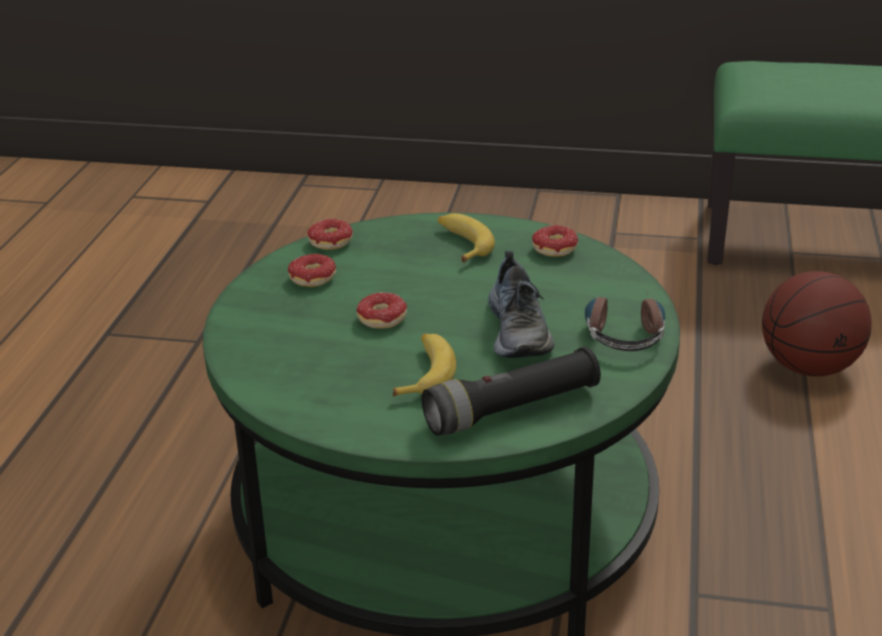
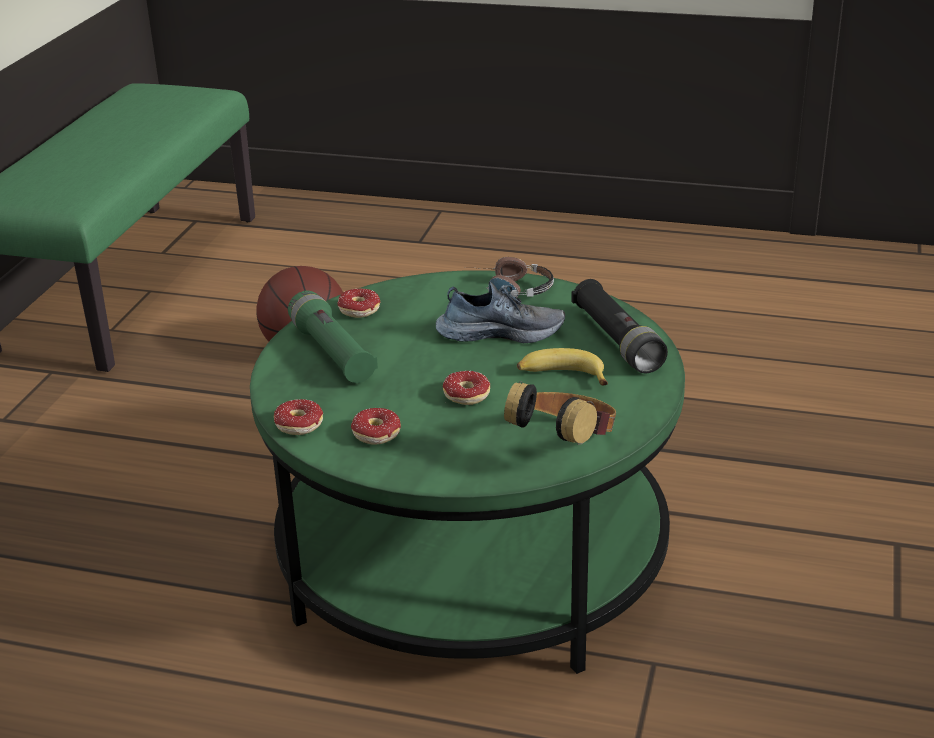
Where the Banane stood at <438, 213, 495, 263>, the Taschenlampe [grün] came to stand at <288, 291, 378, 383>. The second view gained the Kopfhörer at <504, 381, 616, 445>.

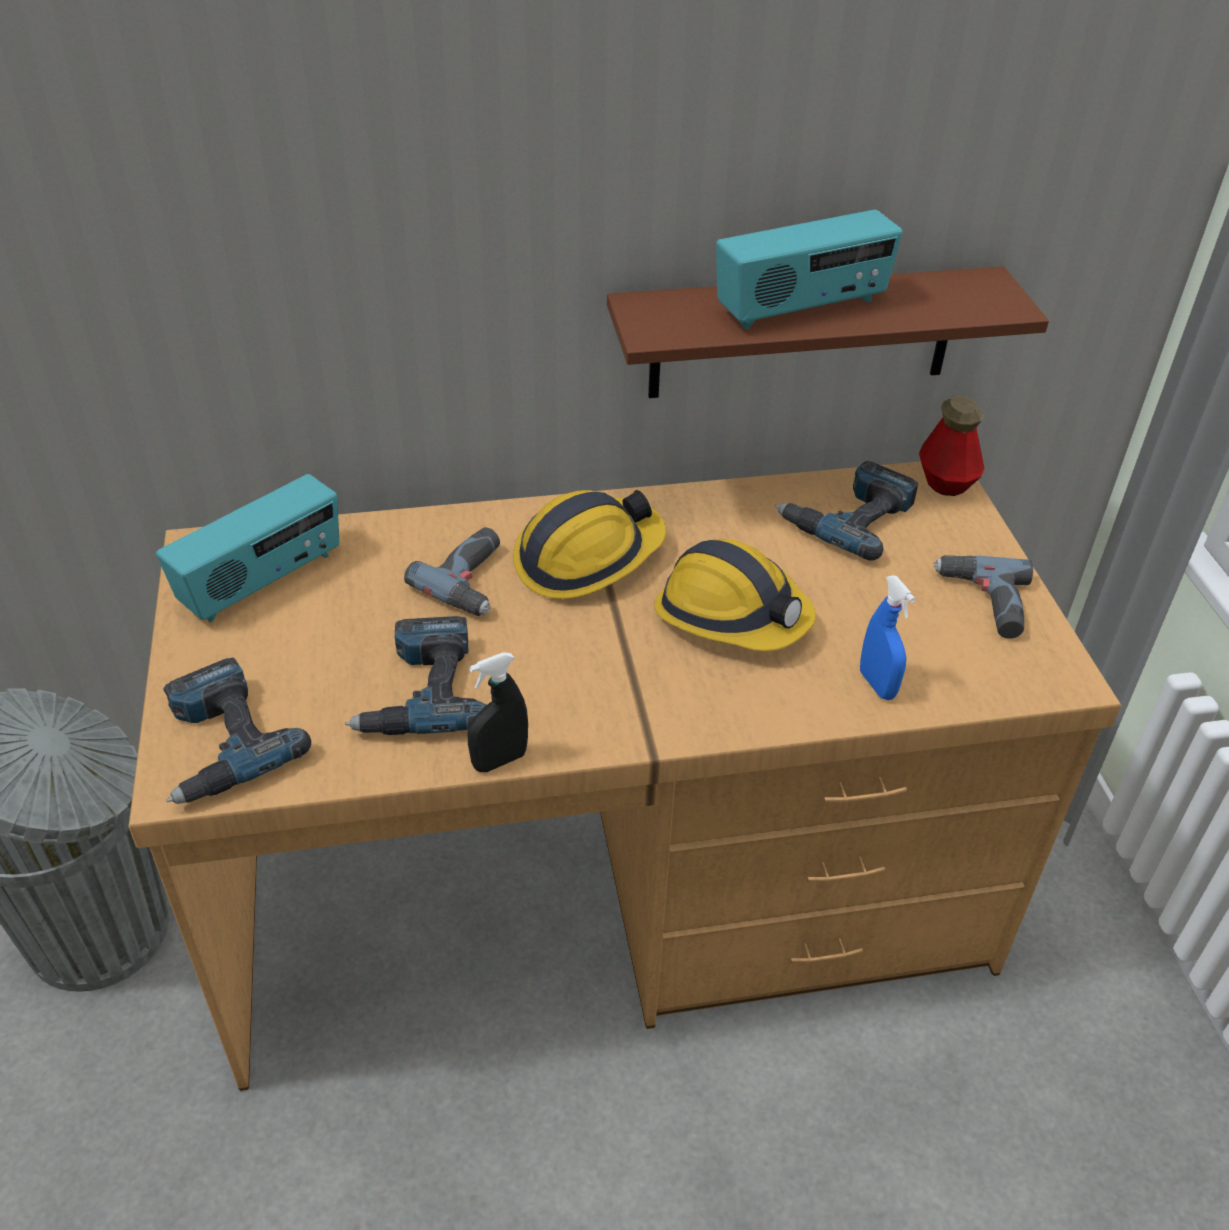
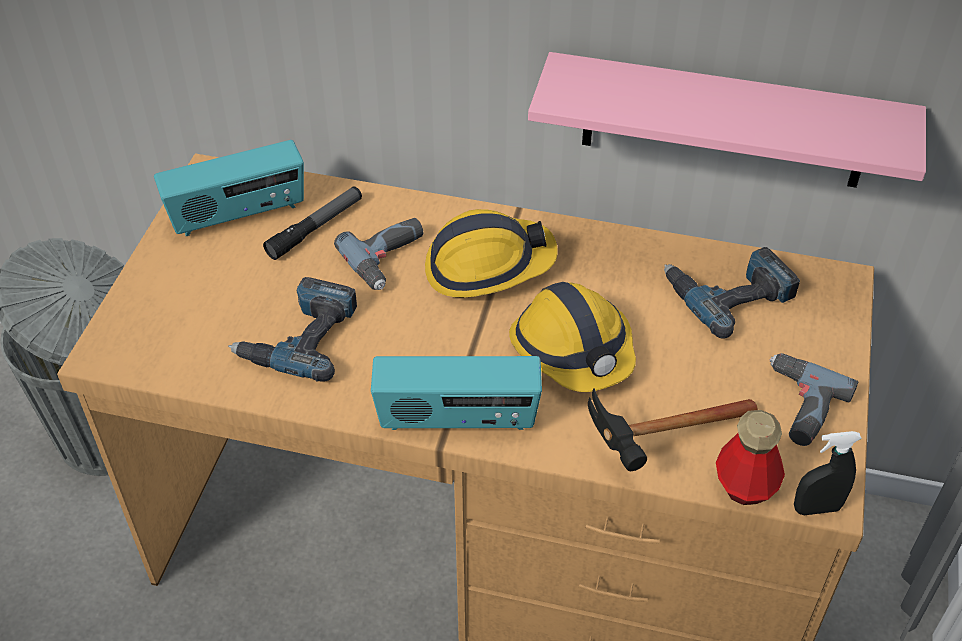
The second view lost the Bohrmaschine at <163, 658, 311, 804>. The Sprühflasche [schwarz] ended up elsewhere, having gone from <467, 652, 528, 772> to <794, 431, 861, 515>. What was the Wandregal [braun] at <607, 266, 1049, 398> turned into the Wandregal [rosa] at <528, 52, 926, 188>. The Radio ended up elsewhere, having gone from <716, 210, 903, 330> to <371, 356, 542, 430>. Where the Sprühflasche [blau] stood at <860, 575, 915, 700>, the Hammer came to stand at <588, 388, 758, 471>. The Flasche ended up elsewhere, having gone from <919, 396, 984, 496> to <716, 410, 785, 505>. The second view gained the Taschenlampe at <263, 187, 362, 260>.

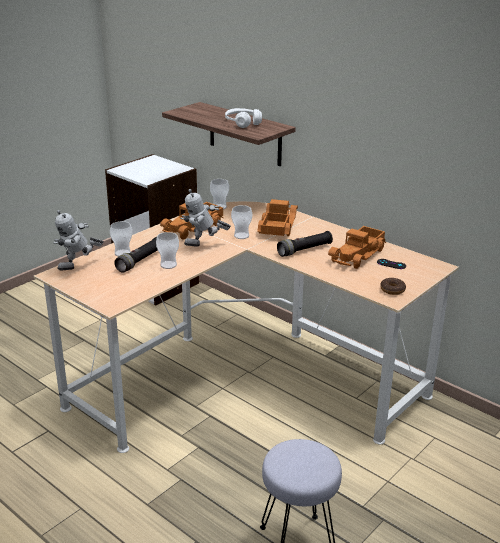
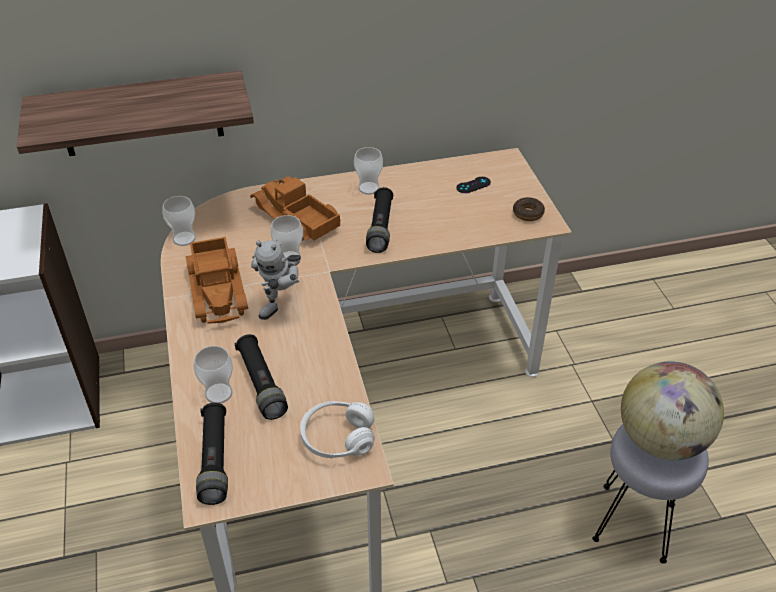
Where the Spielzeugroboter stood at <53, 210, 104, 270>, the Taschenlampe [schwarz] came to stand at <196, 403, 228, 505>. The Tasse ended up elsewhere, having gone from <156, 232, 179, 269> to <354, 147, 383, 195>. The Kopfhörer [weiß] ended up elsewhere, having gone from <225, 108, 262, 128> to <300, 401, 375, 459>. The second view lost the Spielzeuglaster at <328, 226, 386, 269>. The second view gained the Globus at <621, 362, 724, 460>.

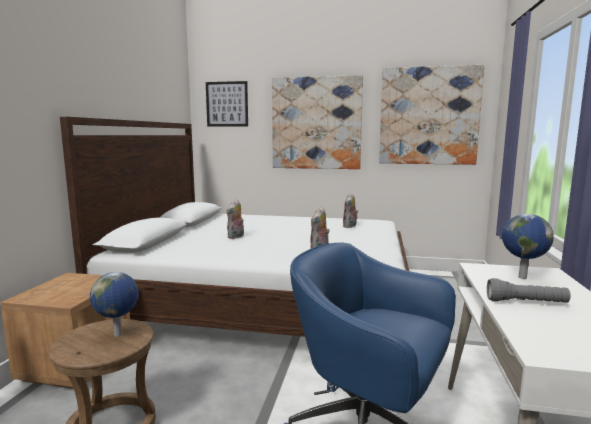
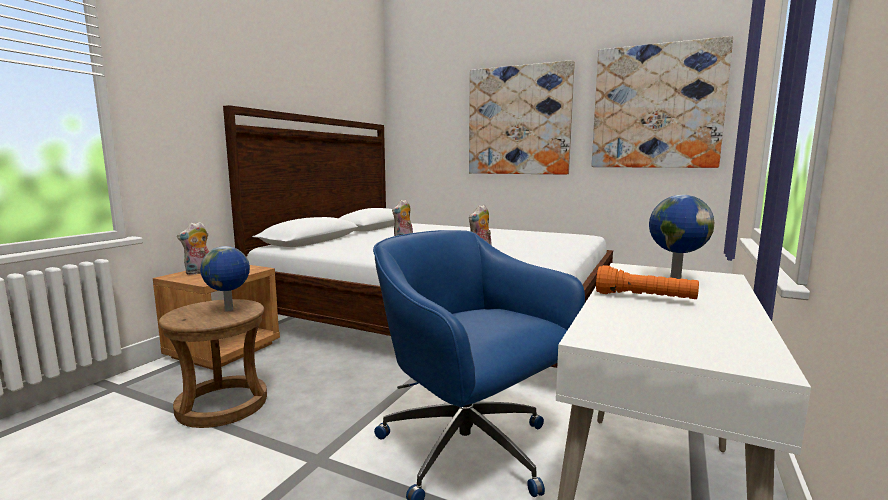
The second view lost the Bild at <206, 81, 248, 127>. The Plüschtier ended up elsewhere, having gone from <343, 193, 358, 228> to <177, 222, 209, 275>. What was the Taschenlampe [grau] at <487, 278, 571, 303> turned into the Taschenlampe [orange] at <596, 265, 699, 299>.

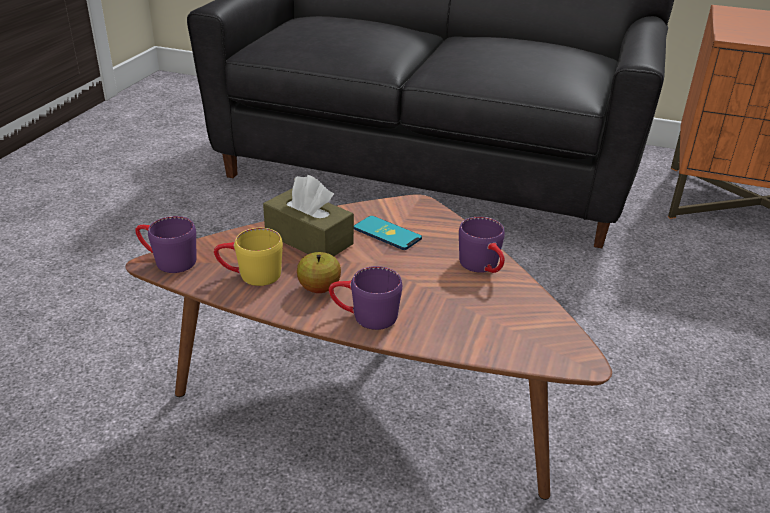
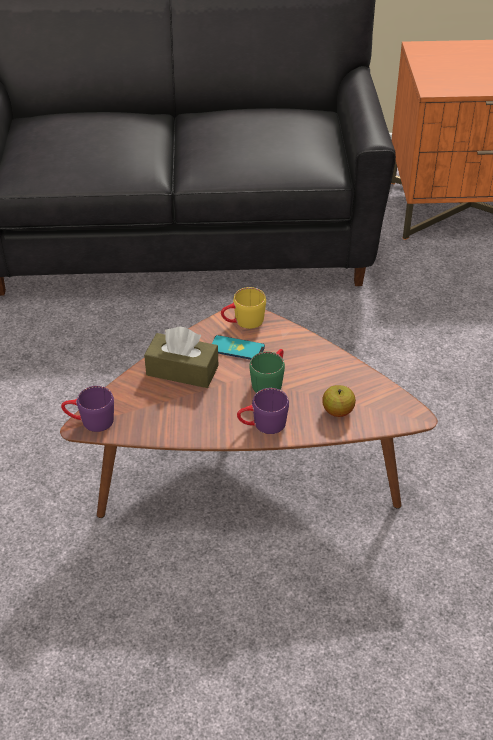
The Henkelbecher [gelb] ended up elsewhere, having gone from <214, 228, 283, 286> to <221, 287, 266, 329>. The Apfel ended up elsewhere, having gone from <297, 252, 341, 293> to <322, 385, 356, 417>. The second view lost the Henkelbecher [lila] at <459, 217, 505, 273>. The second view gained the Henkelbecher [grün] at <249, 349, 285, 393>.

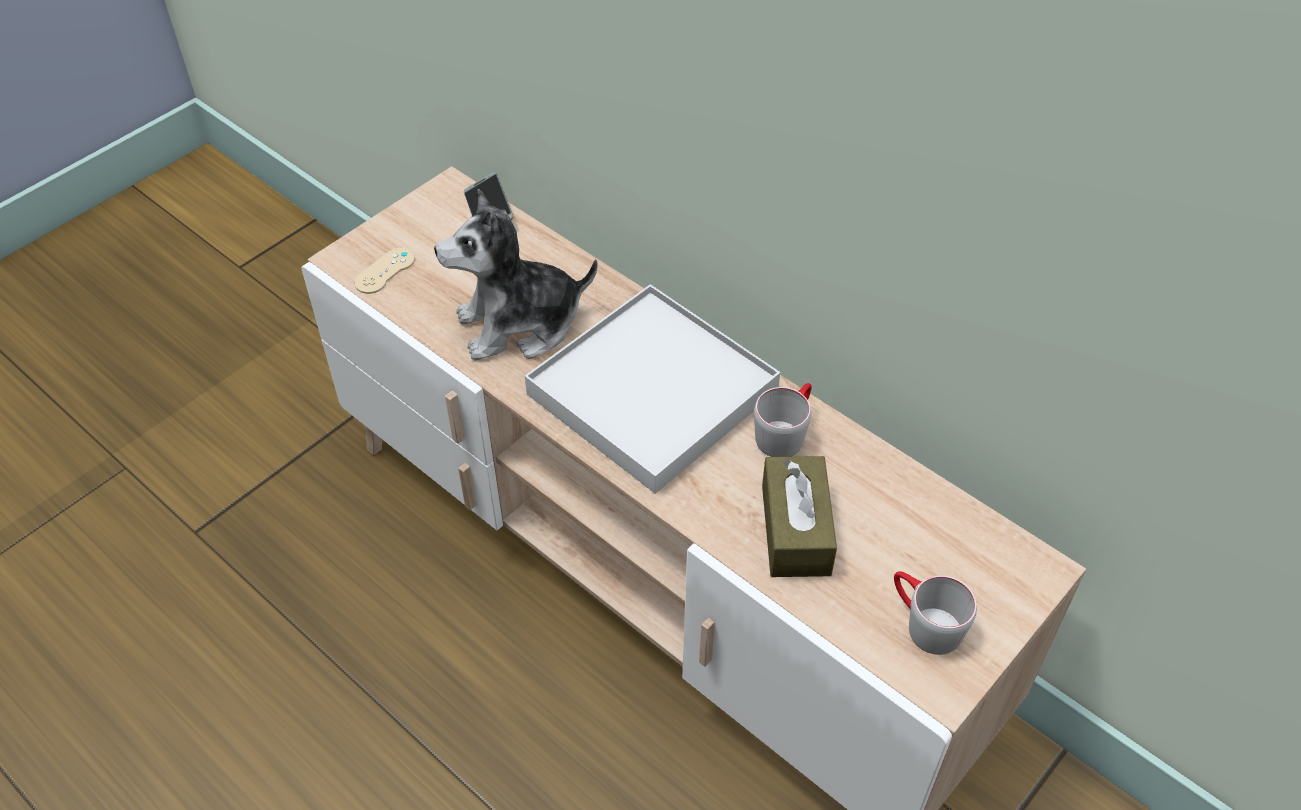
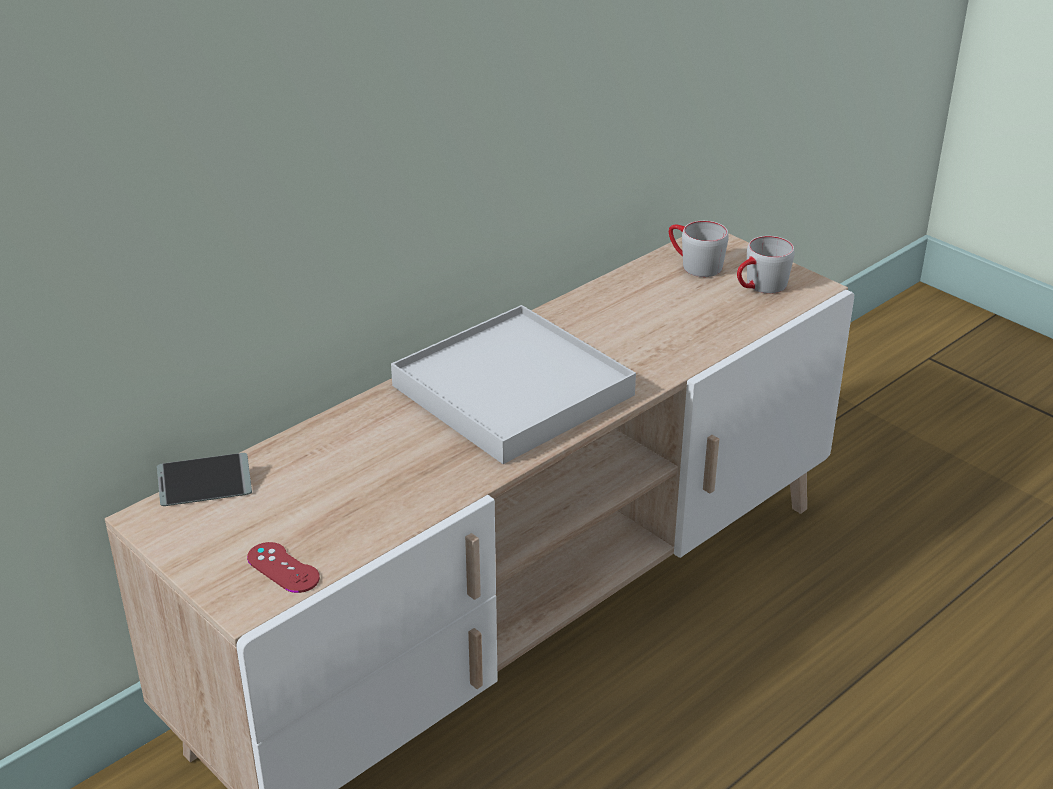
What was the Gamepad [beige] at <354, 248, 415, 294> turned into the Gamepad [rot] at <247, 542, 320, 593>. The second view lost the Plüschtier at <434, 189, 598, 361>. The Henkelbecher [grau] ended up elsewhere, having gone from <754, 383, 812, 457> to <669, 221, 729, 277>. The second view lost the Taschentuchbox [braun] at <762, 456, 837, 577>.

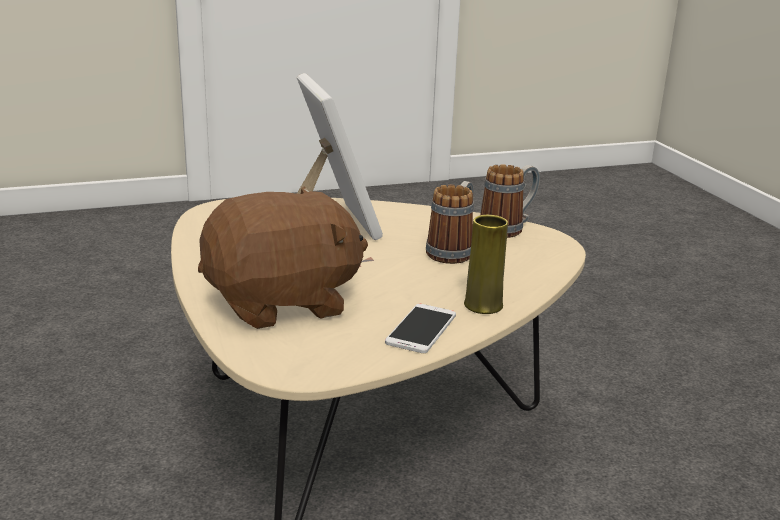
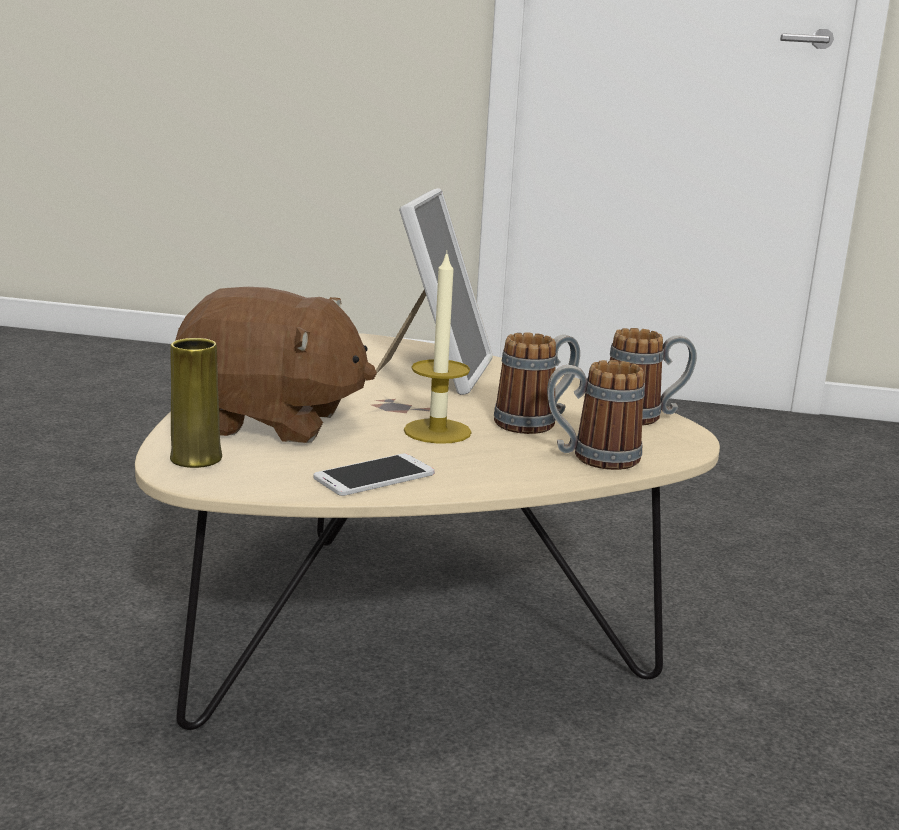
The Vase [gelb] ended up elsewhere, having gone from <464, 215, 508, 314> to <170, 338, 222, 468>. The second view gained the Kerze at <404, 250, 472, 444>. The second view gained the Henkelbecher at <547, 360, 645, 470>.

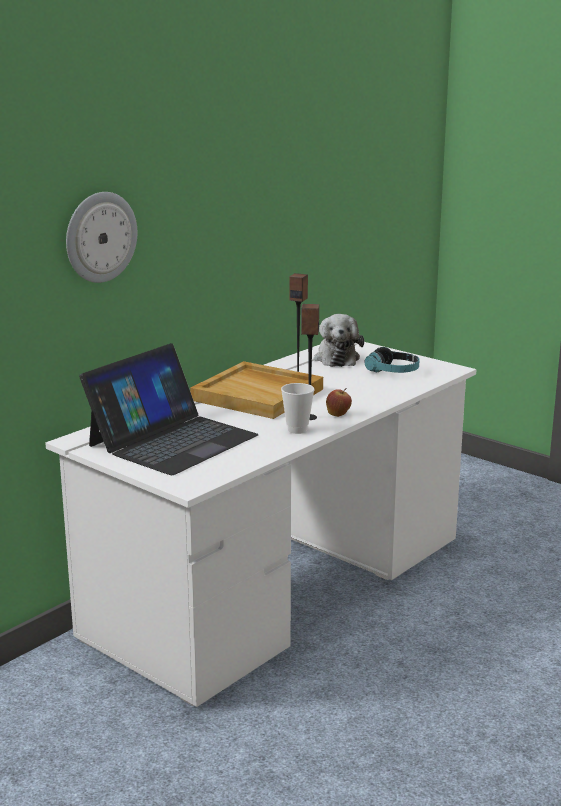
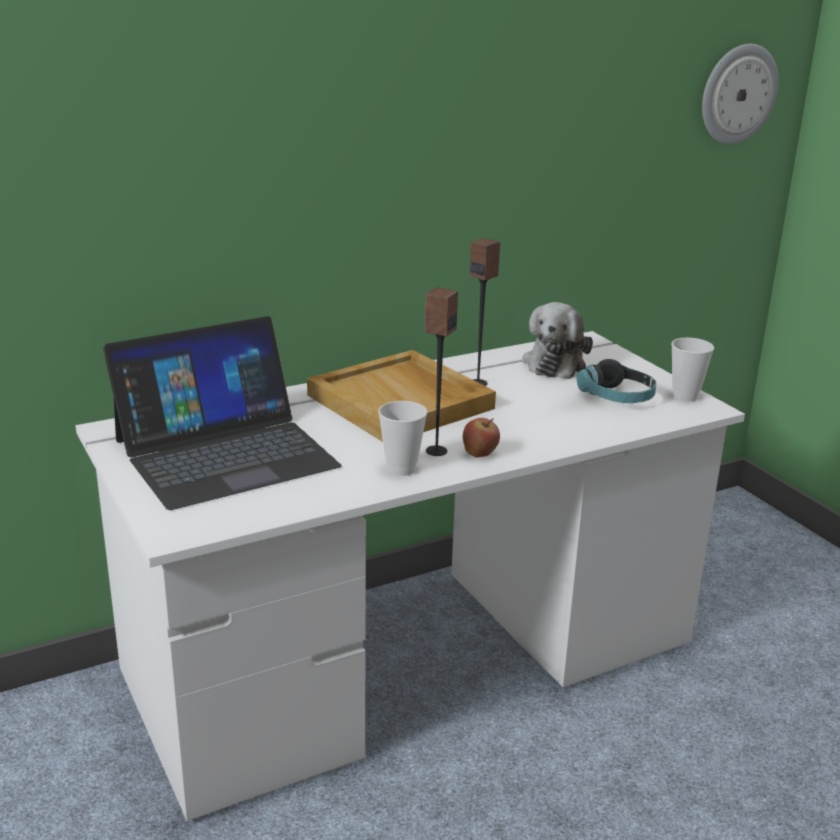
The Wanduhr ended up elsewhere, having gone from <66, 192, 137, 283> to <702, 44, 778, 145>. The second view gained the Tasse at <671, 337, 714, 401>.

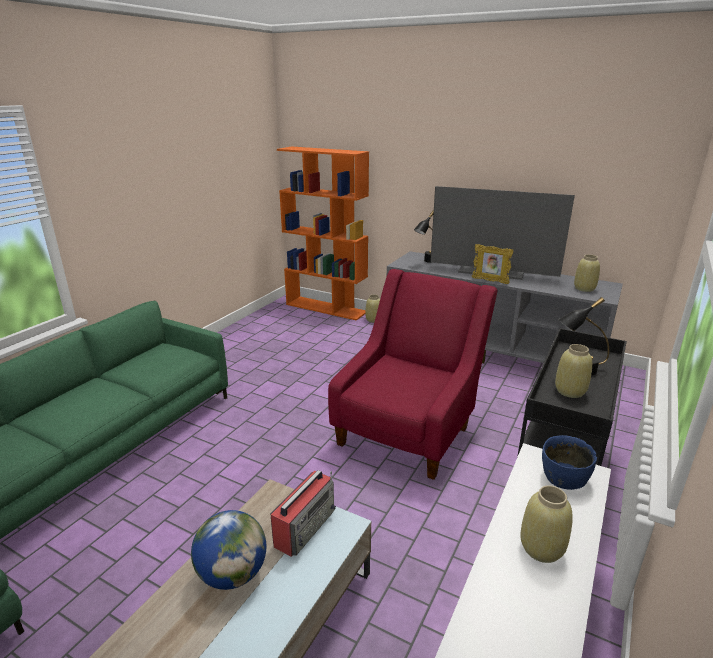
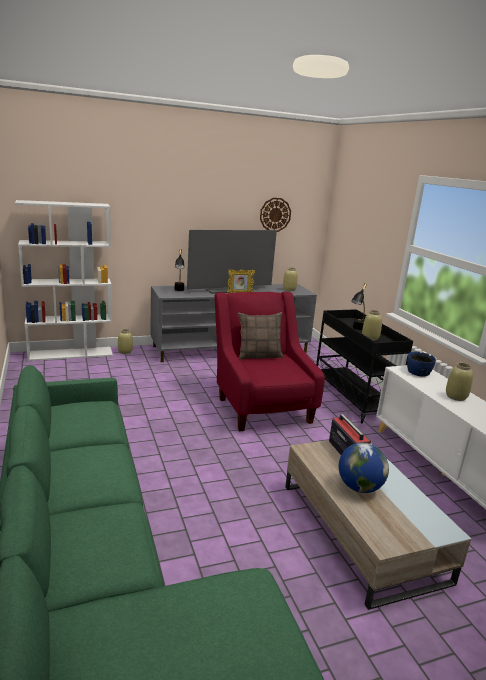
What was the Bücherregal [orange] at <277, 146, 369, 321> turned into the Bücherregal [weiß] at <15, 200, 113, 361>. The second view gained the Kissen at <238, 312, 283, 360>. The second view gained the Wanduhr at <260, 198, 291, 232>.

